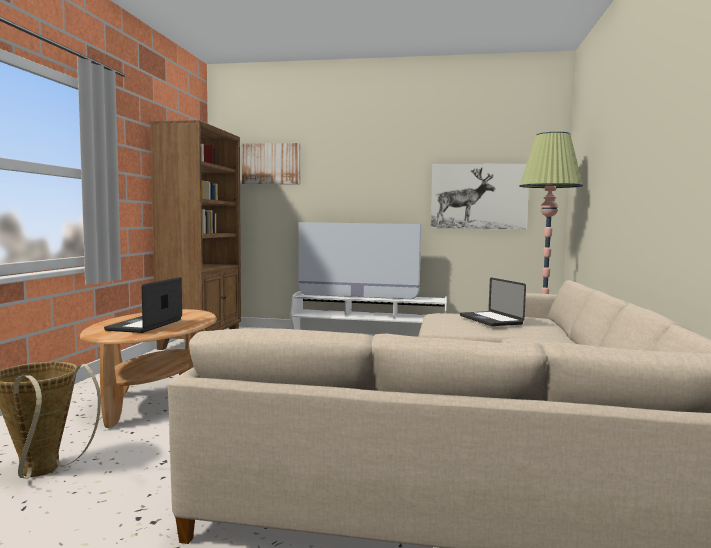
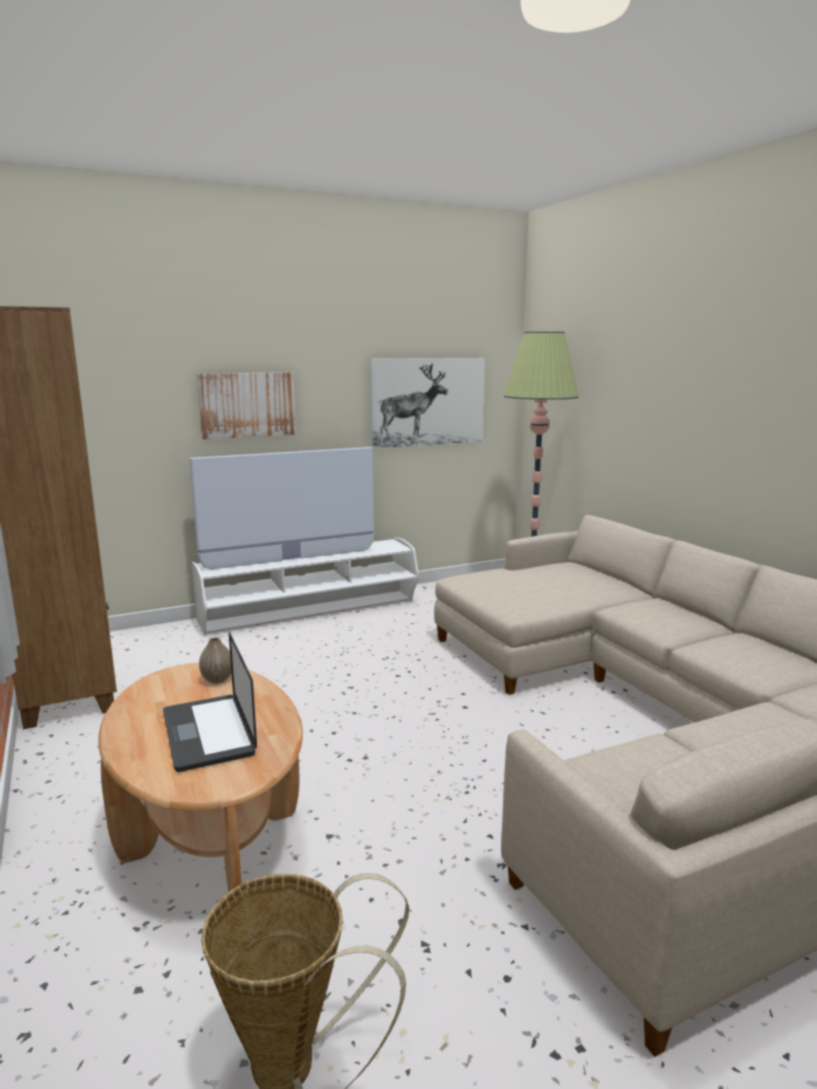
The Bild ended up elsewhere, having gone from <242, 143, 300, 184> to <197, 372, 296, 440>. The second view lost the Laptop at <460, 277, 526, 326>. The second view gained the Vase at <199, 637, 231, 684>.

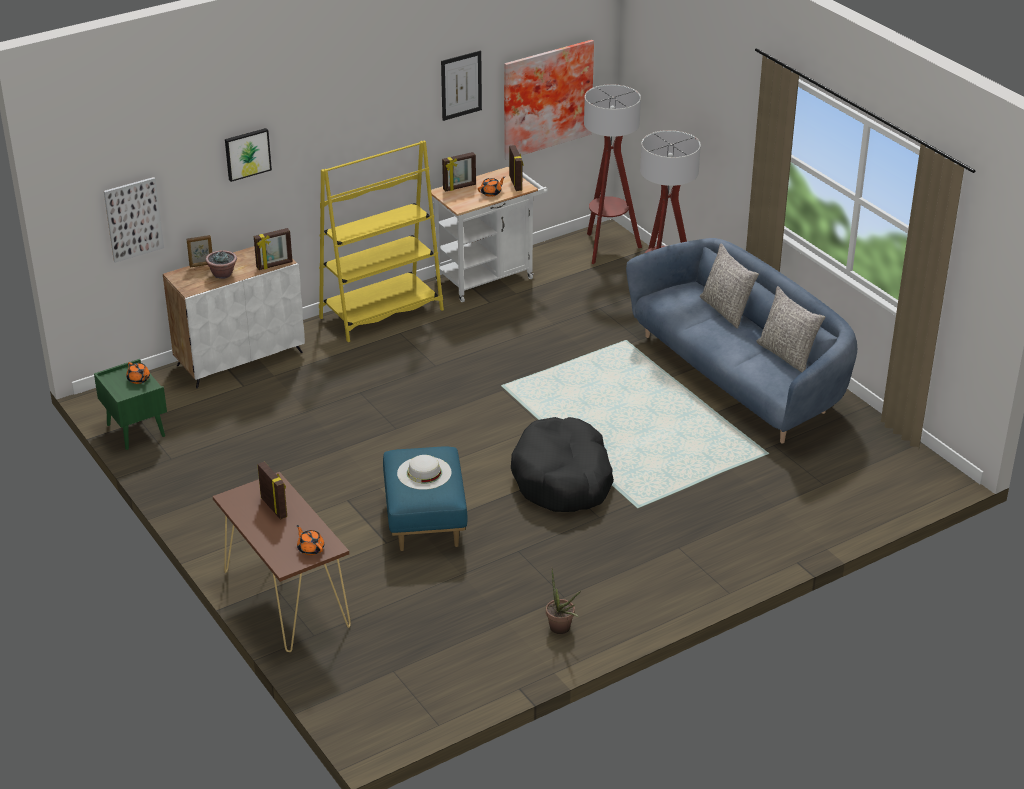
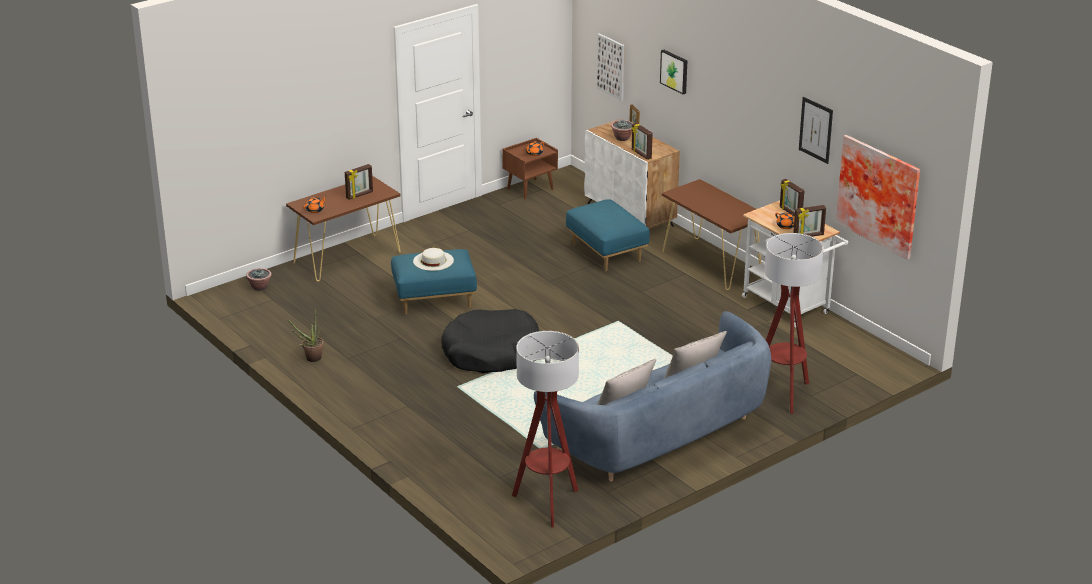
What was the Nachttisch [grün] at <94, 359, 167, 450> turned into the Nachttisch [braun] at <502, 138, 558, 199>. Where the Bücherregal [gelb] stood at <319, 141, 444, 342>, the Konsolentisch [braun] came to stand at <662, 179, 761, 290>. The Stehlampe ended up elsewhere, having gone from <584, 84, 642, 264> to <512, 331, 579, 527>. The second view gained the Topfpflanze at <246, 268, 272, 291>. The second view gained the Polsterhocker [blau] at <566, 199, 650, 271>.

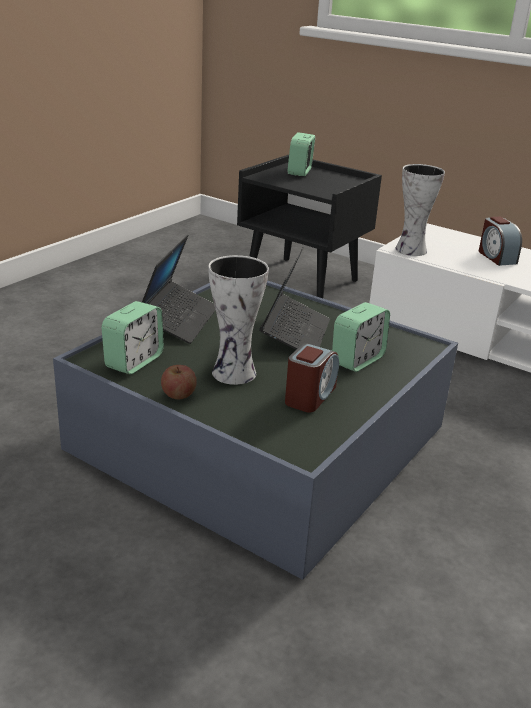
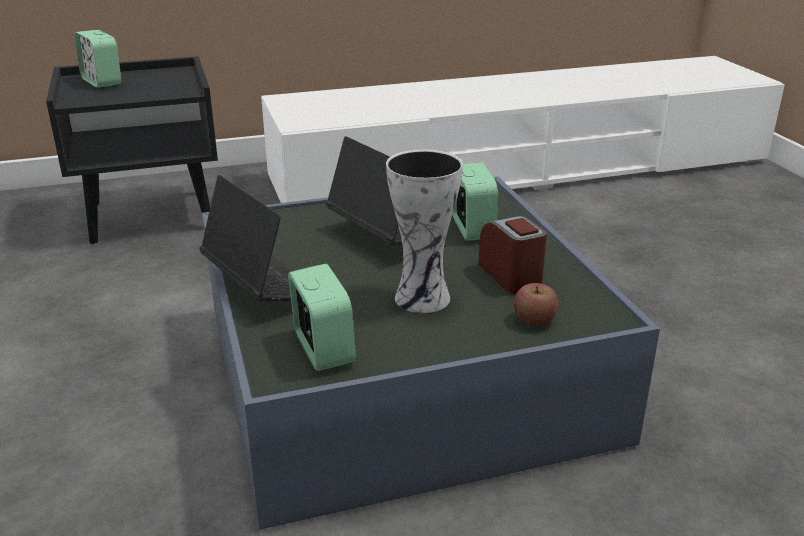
The Apfel ended up elsewhere, having gone from <161, 365, 197, 399> to <514, 283, 559, 326>. The second view lost the Vase at <395, 164, 445, 256>. The second view lost the Wecker at <479, 217, 522, 266>.

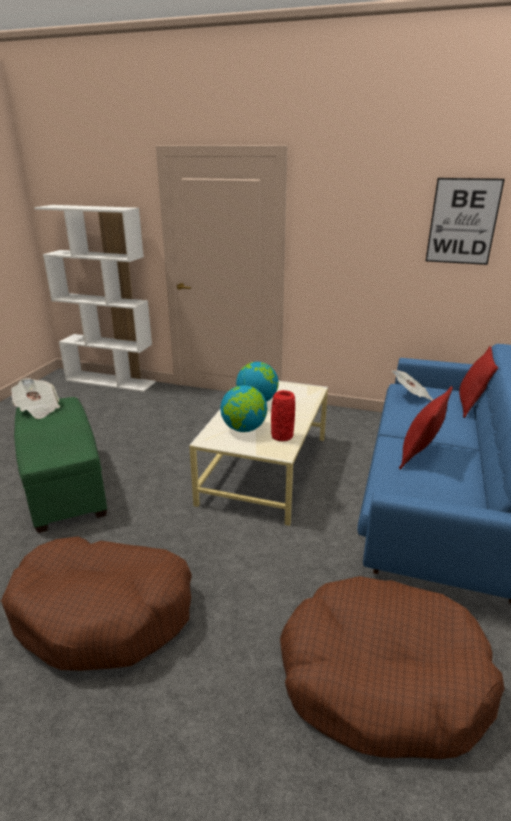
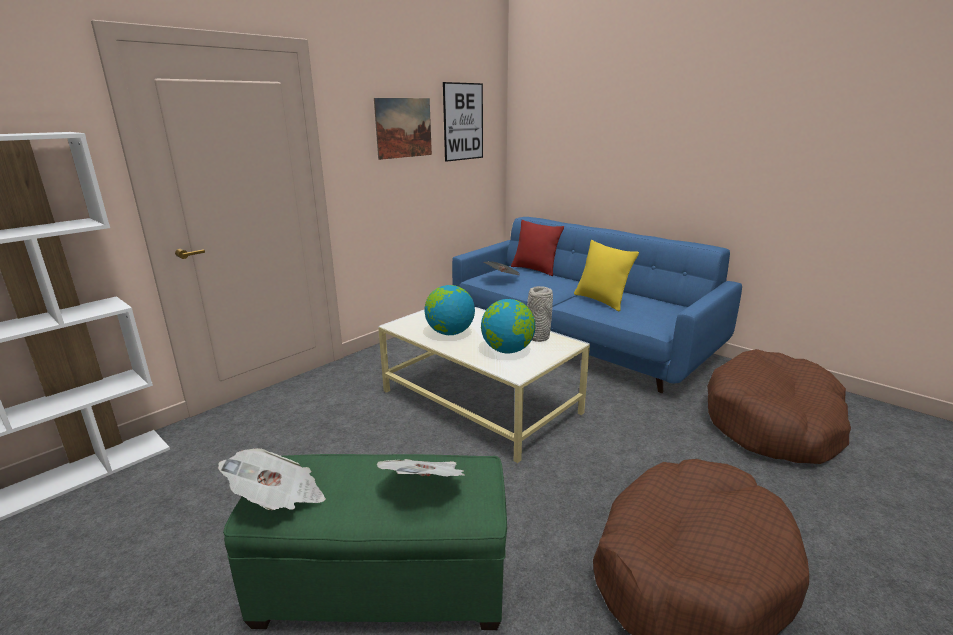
What was the Vase [rot] at <271, 390, 295, 441> turned into the Vase [grau] at <527, 286, 553, 342>. What was the Kissen [rot] at <399, 386, 453, 470> turned into the Kissen [gelb] at <574, 240, 639, 311>. The second view gained the Bild at <374, 98, 432, 160>. The second view gained the Zeitung at <377, 459, 465, 476>.

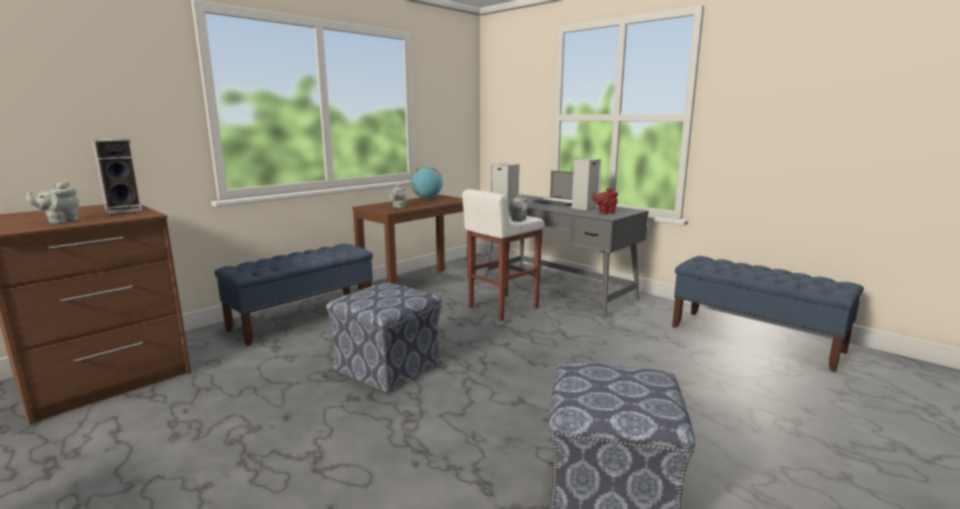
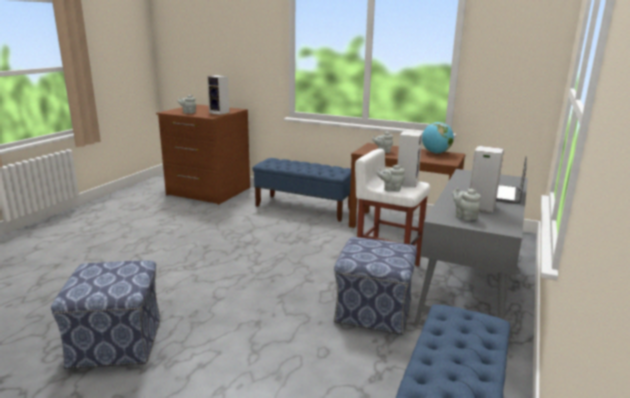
The Polsterhocker ended up elsewhere, having gone from <326, 282, 442, 394> to <334, 237, 417, 335>. What was the Teekanne [rot] at <592, 188, 618, 214> turned into the Teekanne [grau] at <452, 188, 481, 221>.

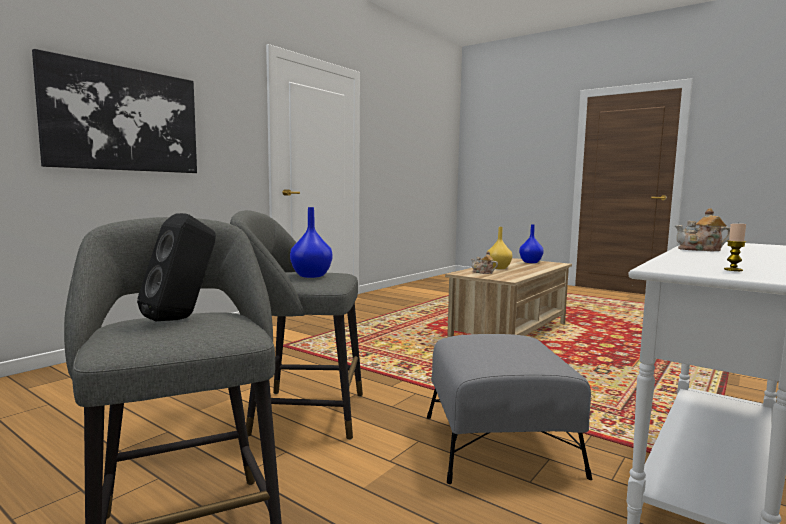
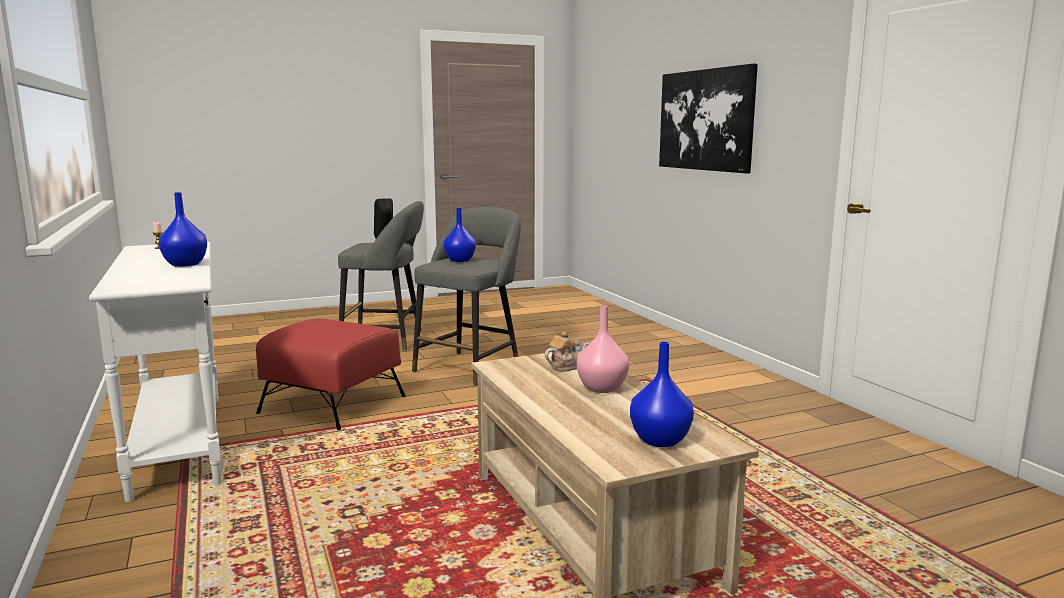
What was the Polsterhocker [grau] at <427, 334, 592, 484> turned into the Polsterhocker [rot] at <256, 319, 406, 430>. What was the Vase [gelb] at <488, 227, 512, 269> turned into the Vase [rosa] at <577, 305, 629, 393>. Where the Teekanne stood at <675, 208, 730, 252>, the Vase [blau] came to stand at <158, 192, 207, 267>.

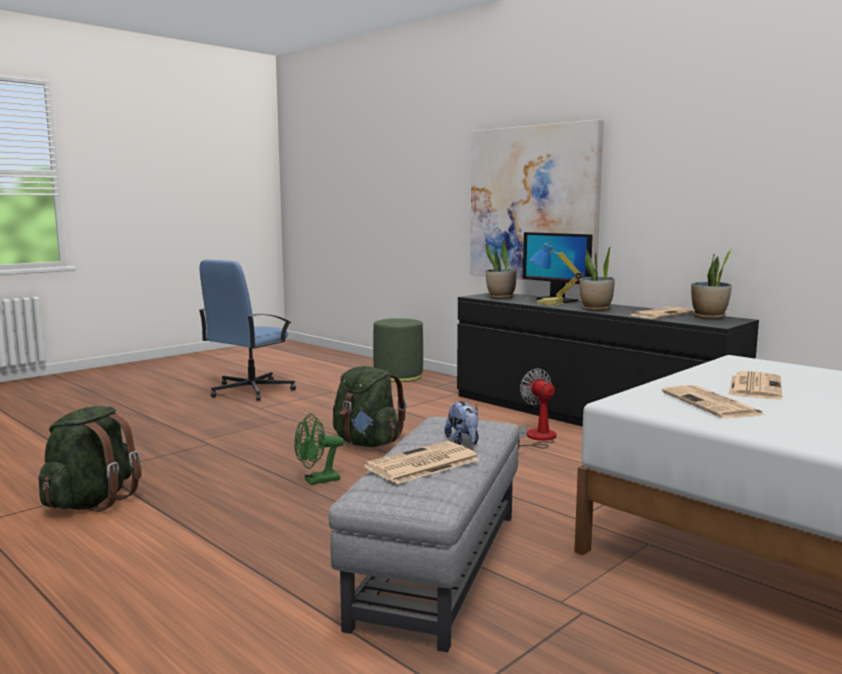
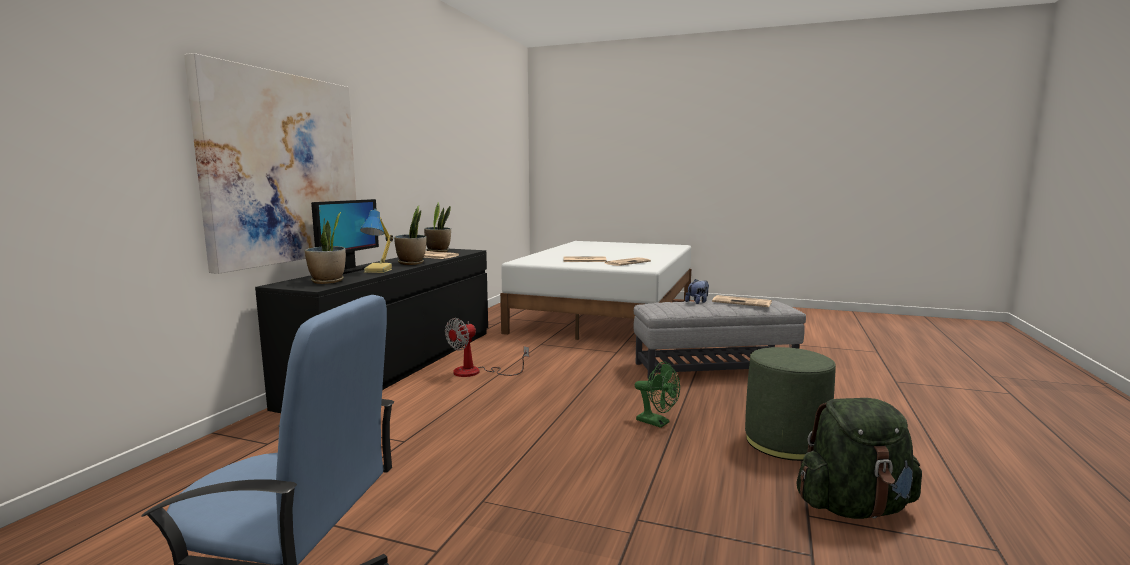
The second view lost the Rucksack [grün] at <333, 366, 407, 447>. The Polsterhocker [grün] ended up elsewhere, having gone from <373, 318, 423, 382> to <745, 347, 836, 461>.

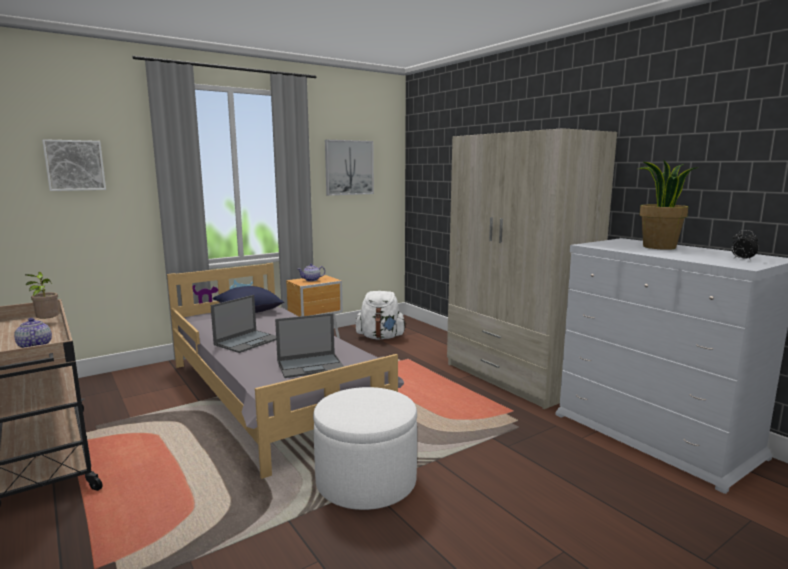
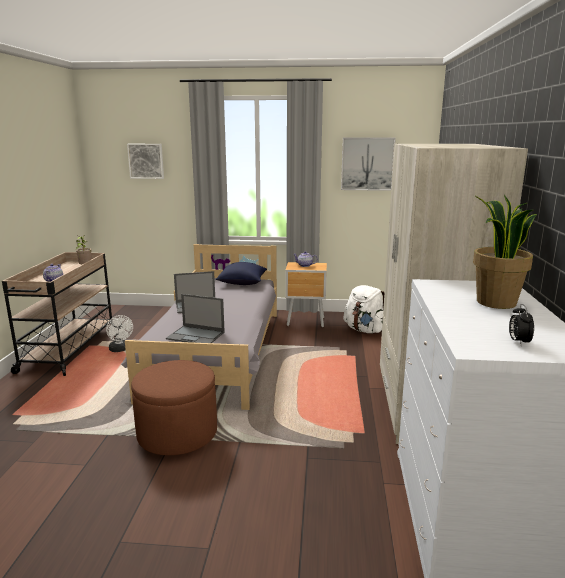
What was the Polsterhocker [weiß] at <313, 387, 417, 510> turned into the Polsterhocker [braun] at <131, 360, 217, 455>. The second view gained the Ventilator [weiß] at <106, 315, 133, 352>.

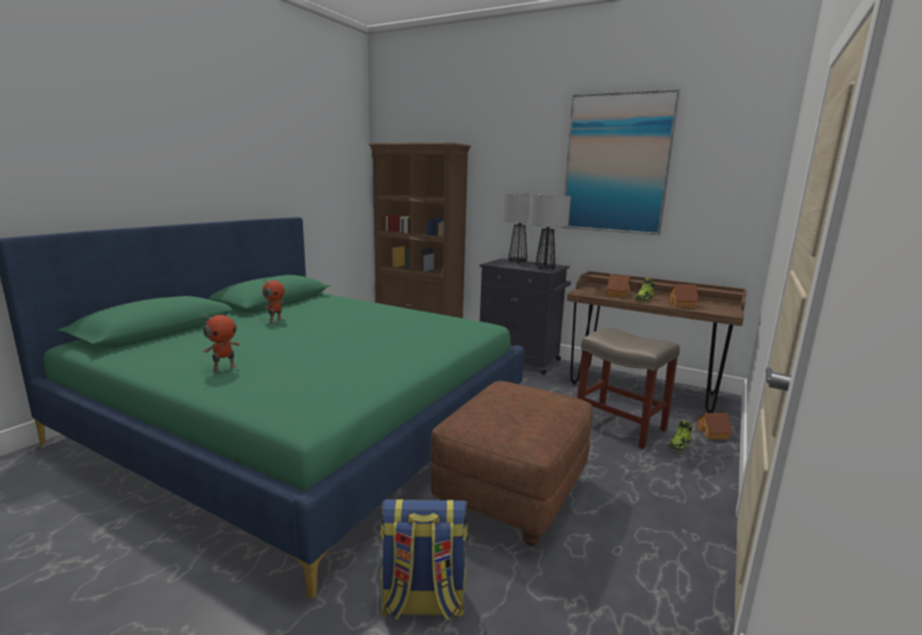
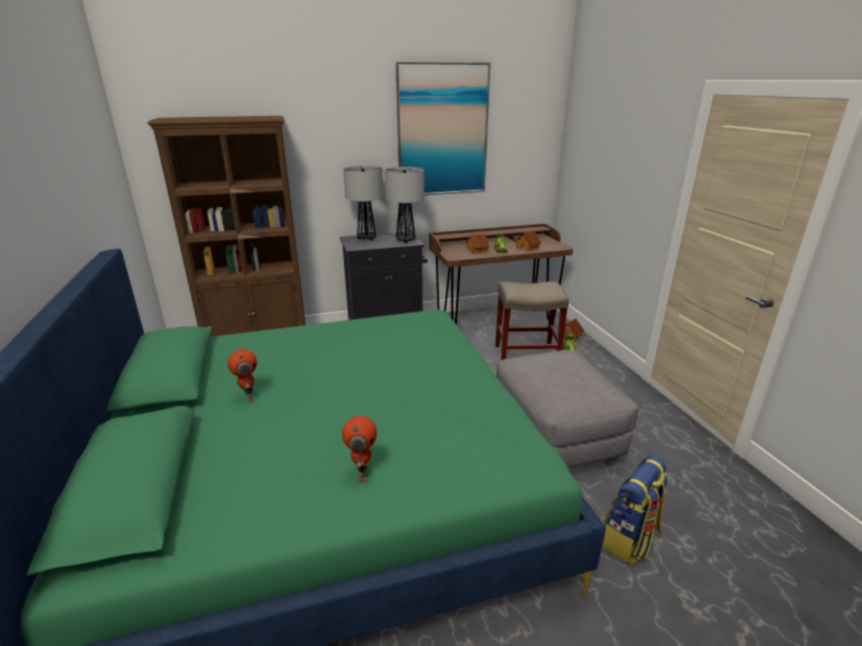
What was the Polsterhocker [braun] at <431, 381, 593, 546> turned into the Polsterhocker [grau] at <496, 349, 639, 468>.

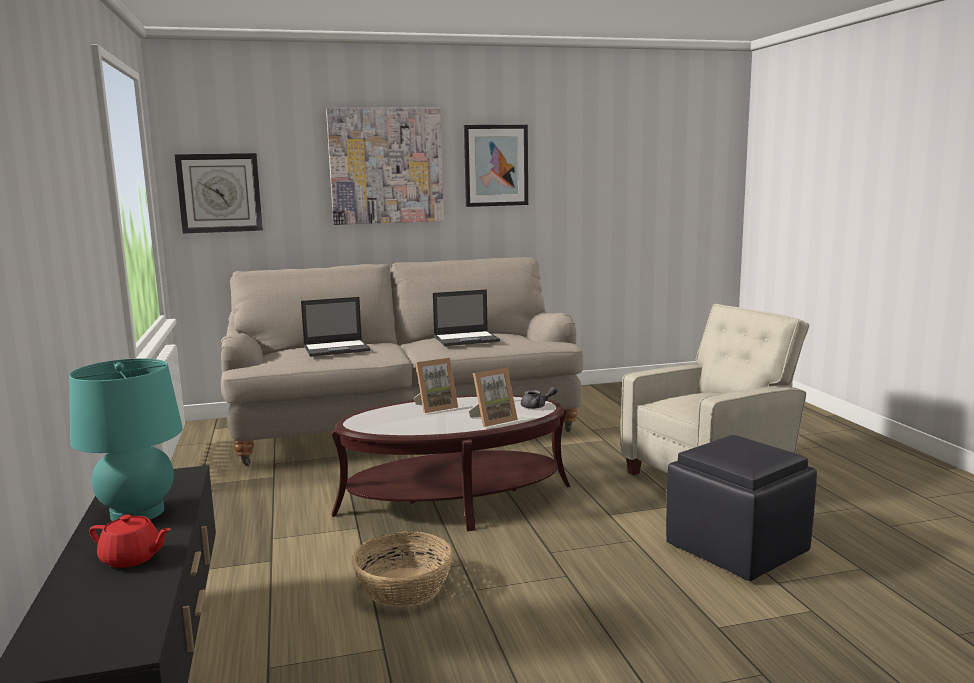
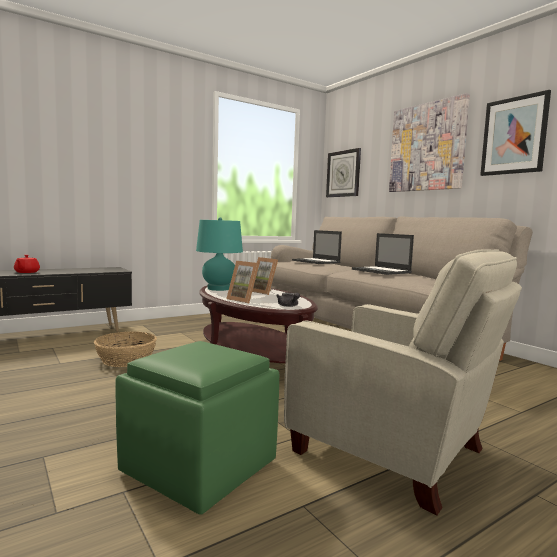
The Tischlampe [türkis] ended up elsewhere, having gone from <69, 358, 183, 521> to <196, 217, 243, 291>. What was the Polsterhocker [schwarz] at <666, 435, 817, 581> turned into the Polsterhocker [grün] at <115, 341, 279, 514>.

